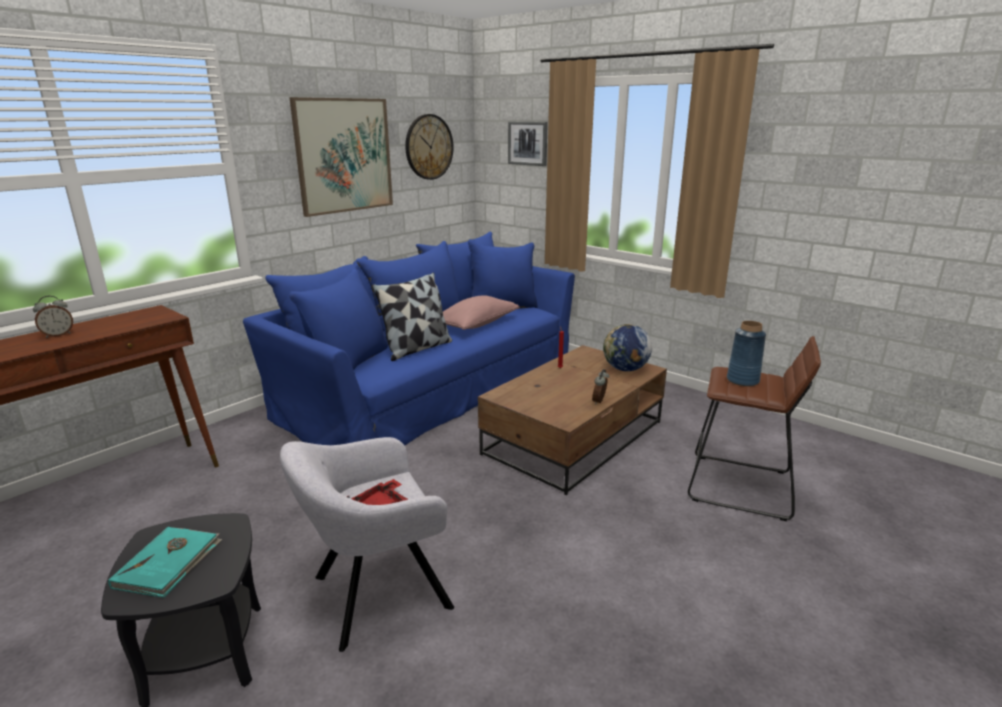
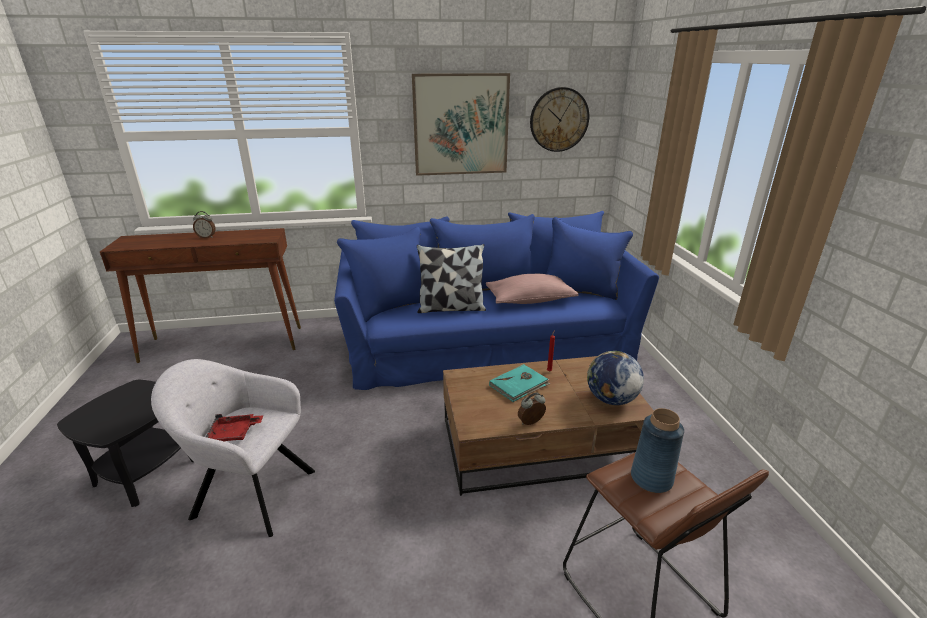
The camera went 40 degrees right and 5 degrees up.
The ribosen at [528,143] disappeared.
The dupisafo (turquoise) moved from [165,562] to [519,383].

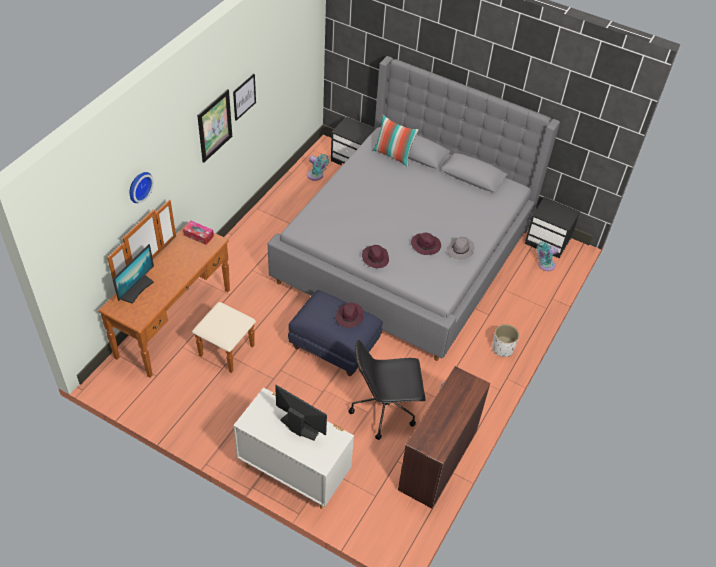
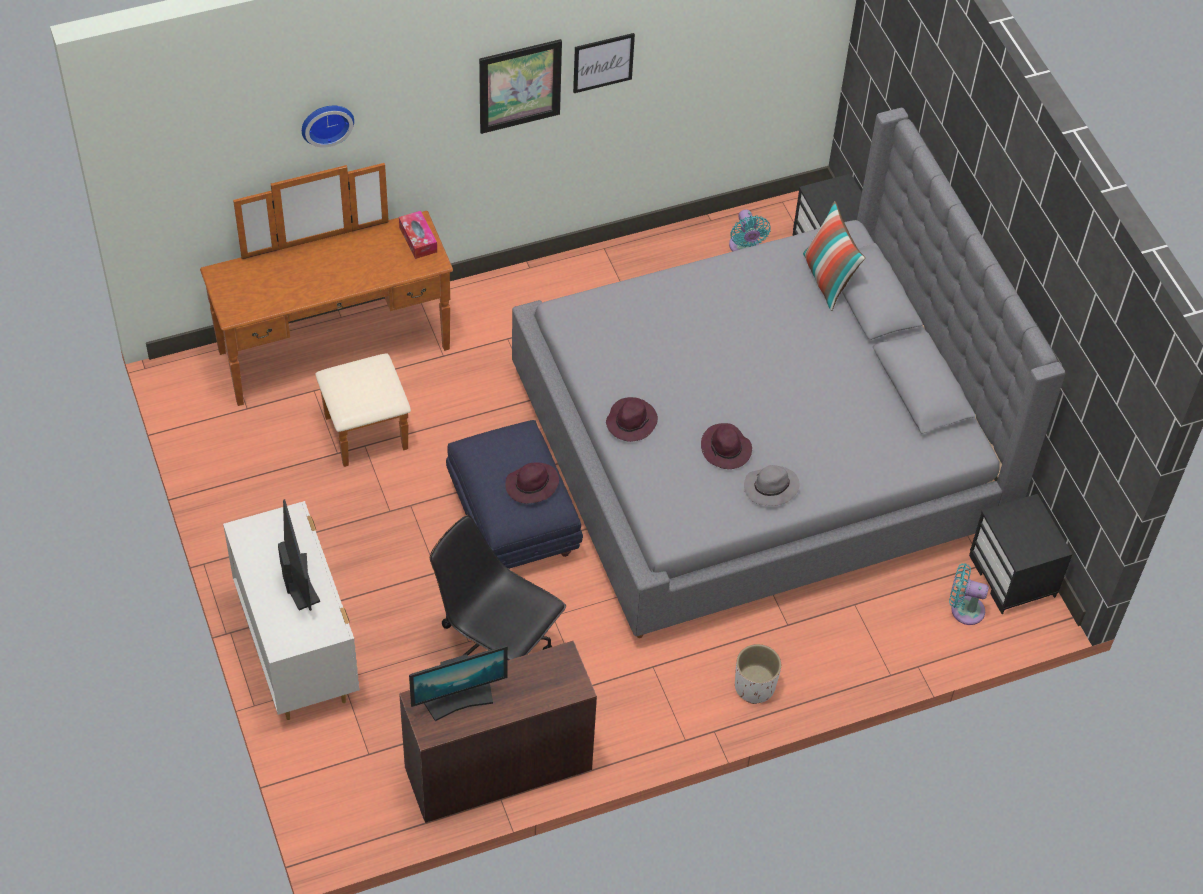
The camera went 40 degrees right and 5 degrees up.
The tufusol moved from [133,274] to [458,683].

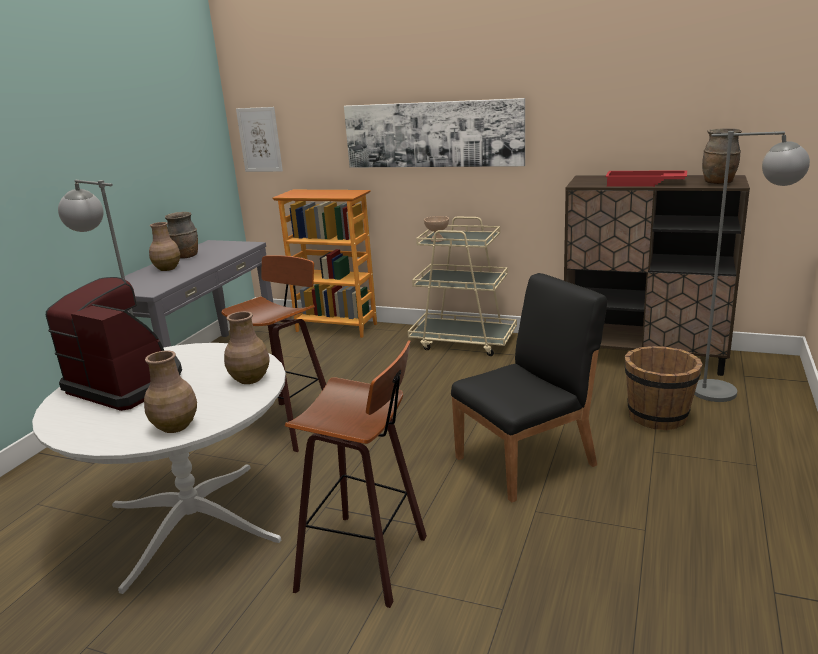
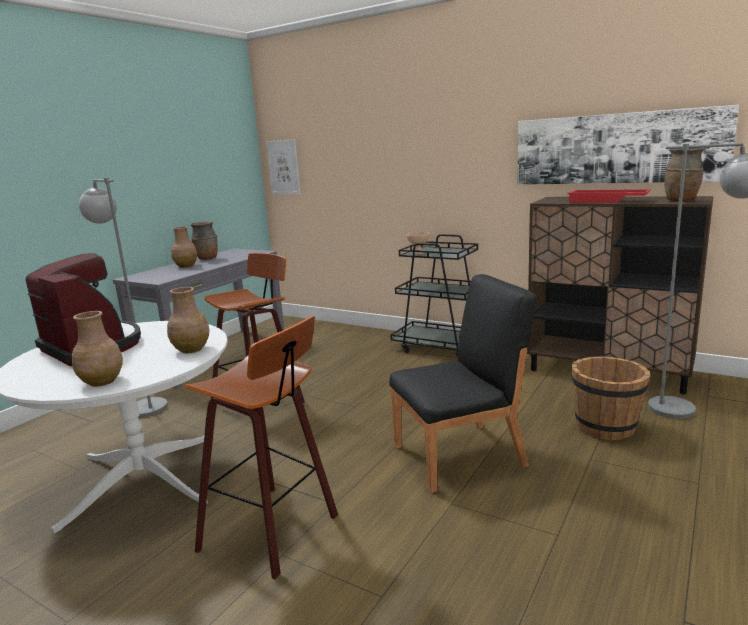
The camera went 10 degrees right and 5 degrees down.
The ribosen moved from [434,132] to [628,145].
The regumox at [324,264] disappeared.
The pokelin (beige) at [462,286] became the pokelin (black) at [434,294].

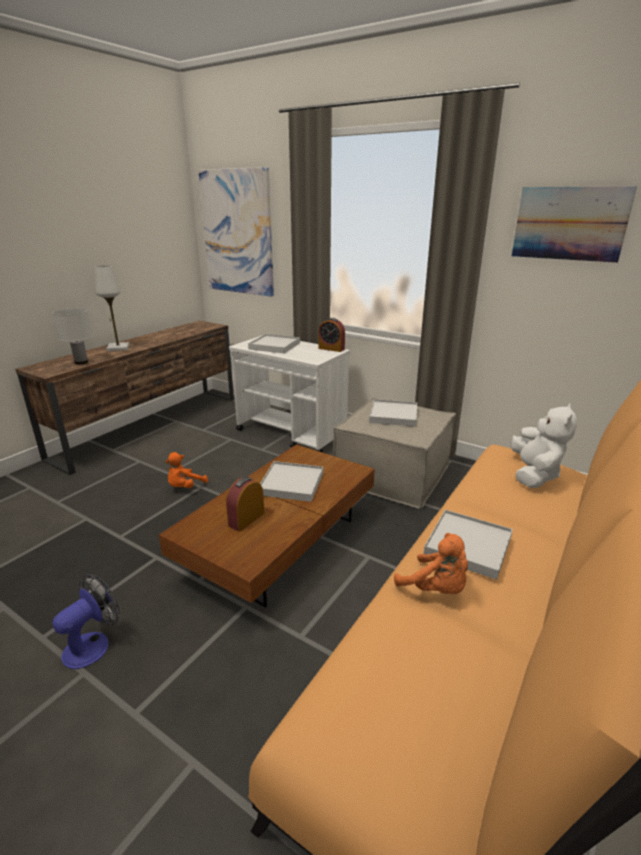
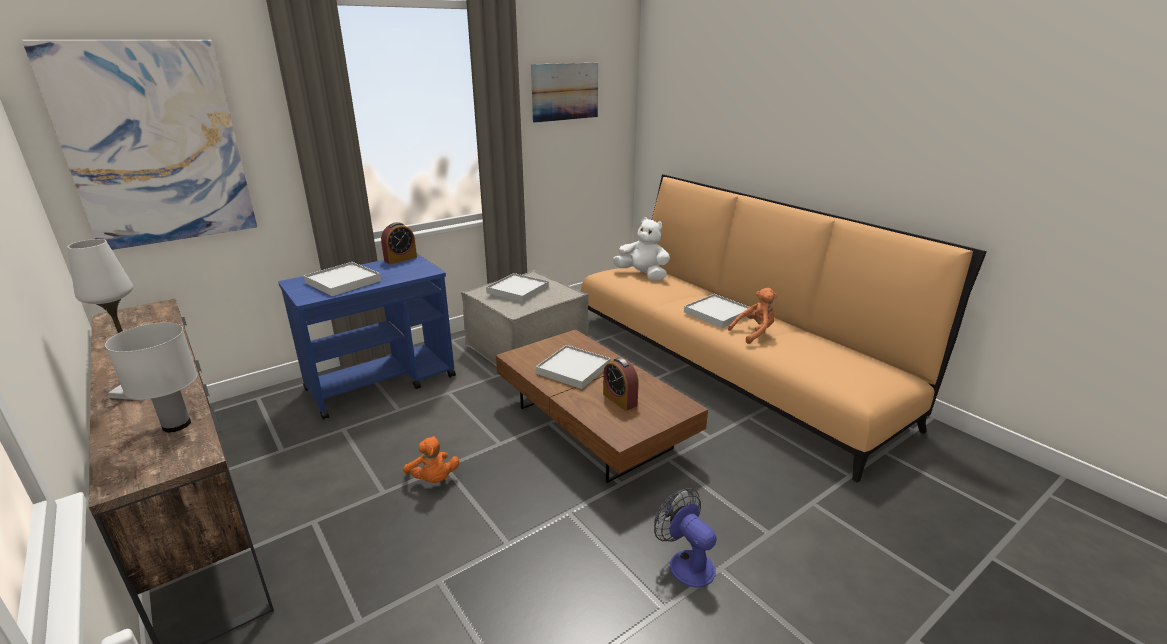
The camera went 70 degrees left and 0 degrees up.
The pokelin (white) at [289,394] became the pokelin (blue) at [367,337].

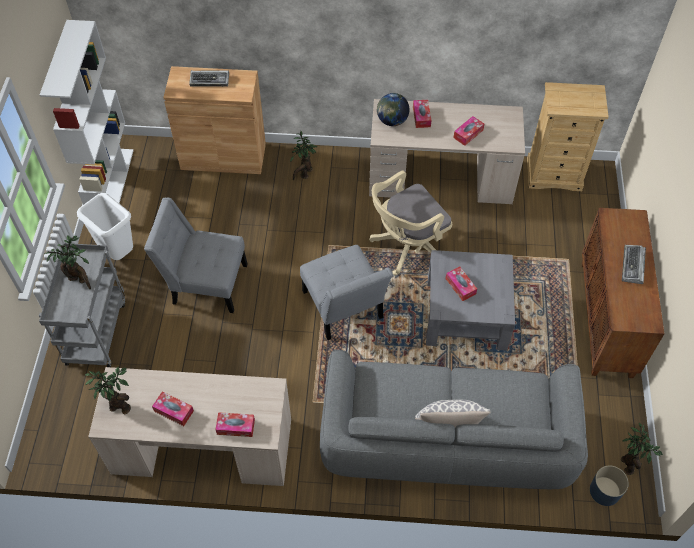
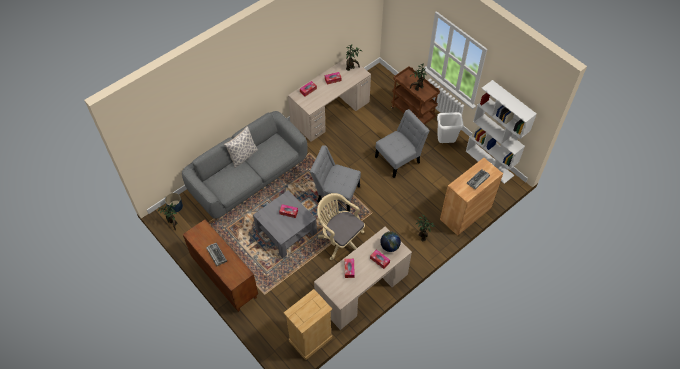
The camera went 135 degrees right and 0 degrees up.
The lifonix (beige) at [410,223] turned 60 degrees counterclockwise.
The pokelin (grey) at [82,305] became the pokelin (brown) at [415,95].

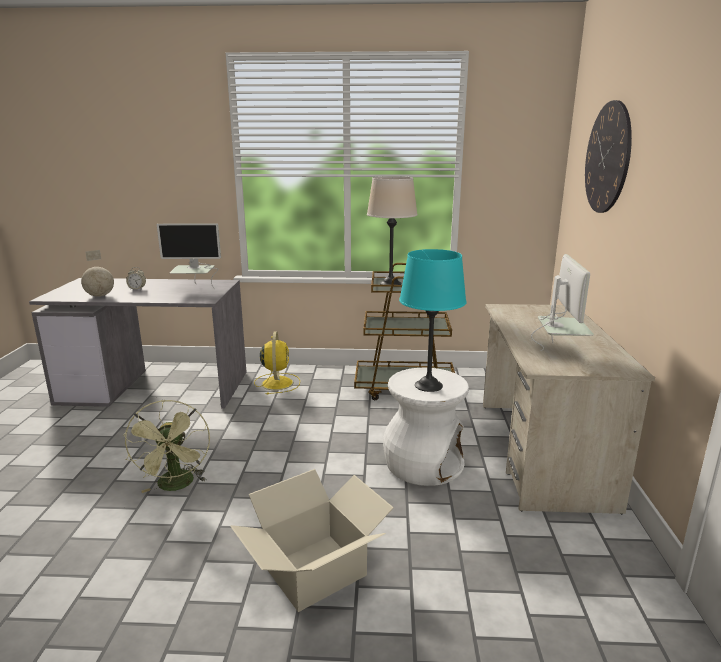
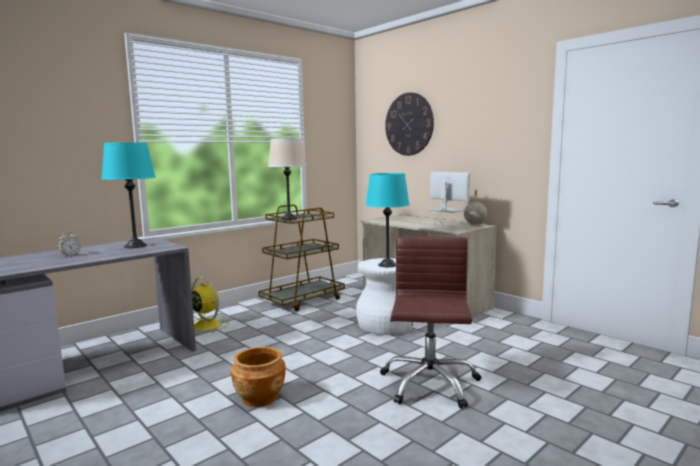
The camera went 45 degrees left and 10 degrees down.
The tufusol at [189,255] was replaced by the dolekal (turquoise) at [129,195].
The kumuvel moved from [97,273] to [475,207].
The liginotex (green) at [166,446] was replaced by the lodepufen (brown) at [258,377].
The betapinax at [312,540] was replaced by the lifonix (brown) at [430,322].

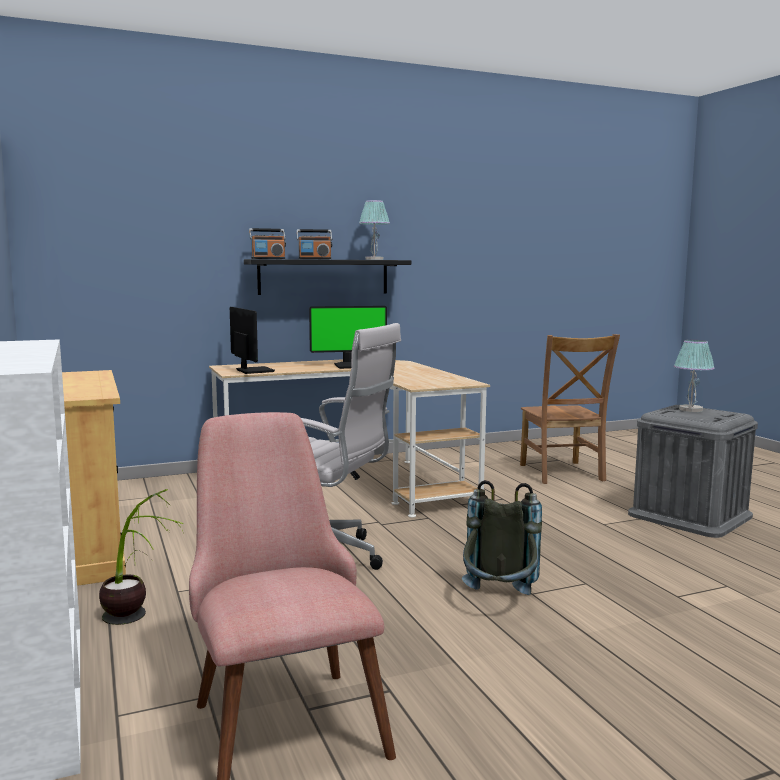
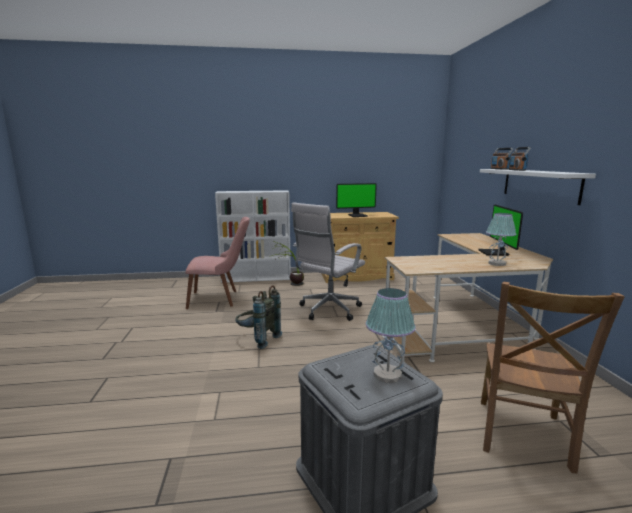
The camera went 105 degrees right and 5 degrees up.
The dolekal moved from [374,230] to [501,239].
The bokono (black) at [327,277] became the bokono (white) at [538,187].
The tufusol moved from [252,340] to [356,200].
The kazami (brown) at [570,409] turned 75 degrees counterclockwise.

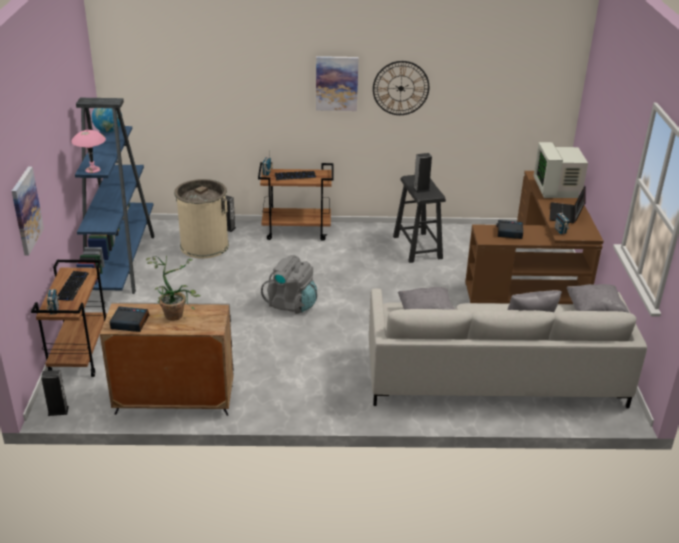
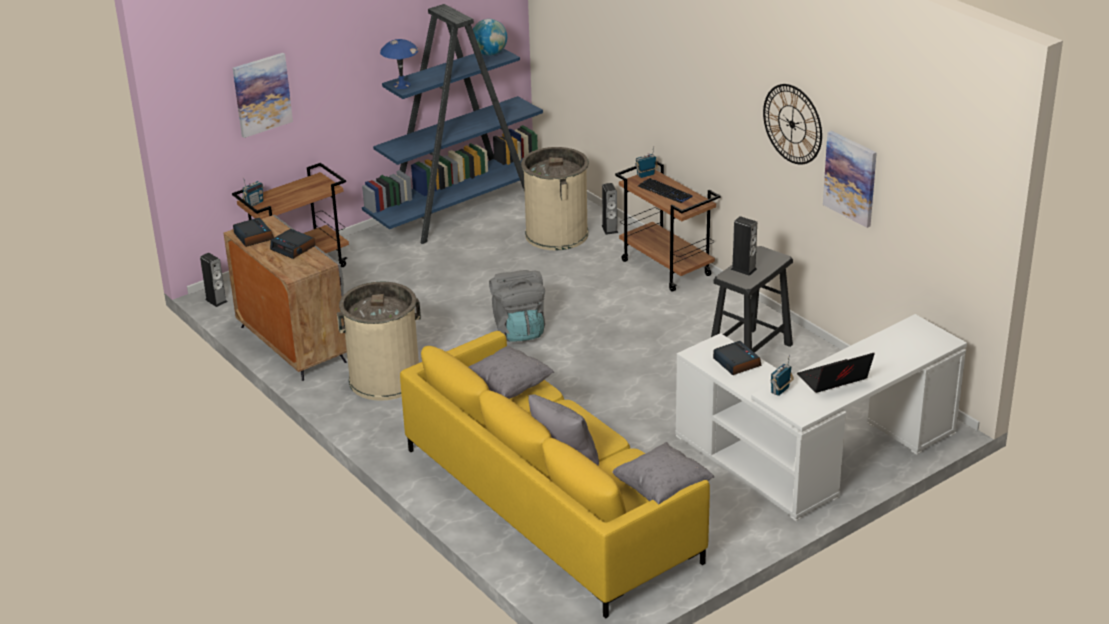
The camera went 55 degrees right and 0 degrees up.
The ribosen moved from [337,83] to [850,179].
The dolekal (pink) at [88,151] became the dolekal (blue) at [399,64].
The tufusol at [561,170] disappeared.
The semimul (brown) at [534,237] became the semimul (white) at [821,417].
The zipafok at [173,288] was replaced by the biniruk at [292,244].
The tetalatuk at [73,286] disappeared.
The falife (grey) at [508,348] became the falife (yellow) at [555,475].
The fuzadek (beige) at [379,341] appeared.

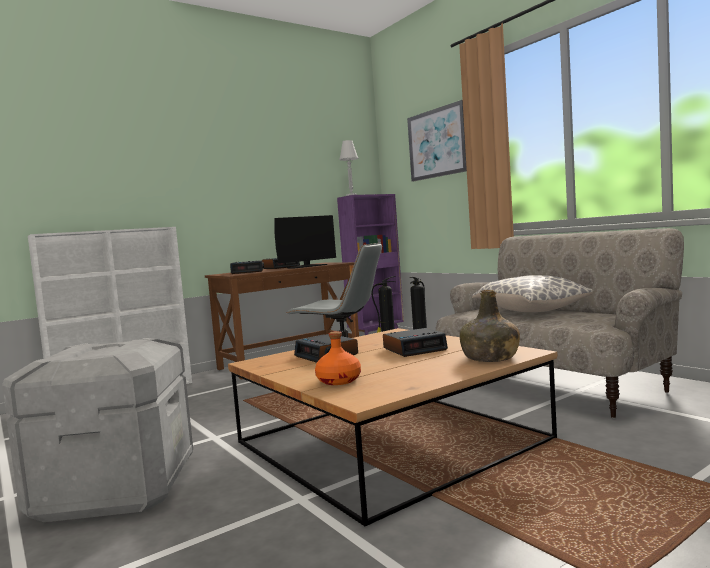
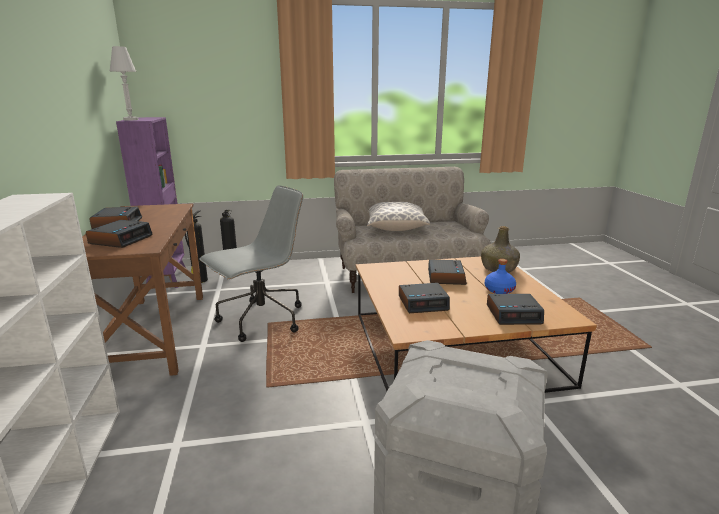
The camera went 65 degrees left and 15 degrees up.
The ribosen at [437,140] disappeared.
The tufusol at [305,241] disappeared.
The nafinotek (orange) at [338,358] was replaced by the biniruk at [515,309].
The nafinotek (blue) at [500,276] appeared.

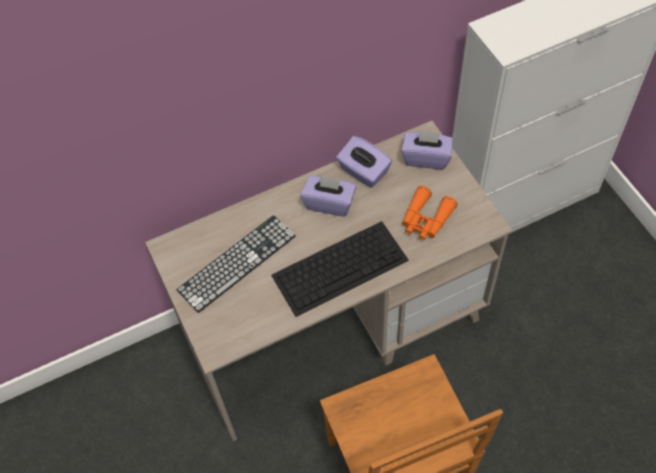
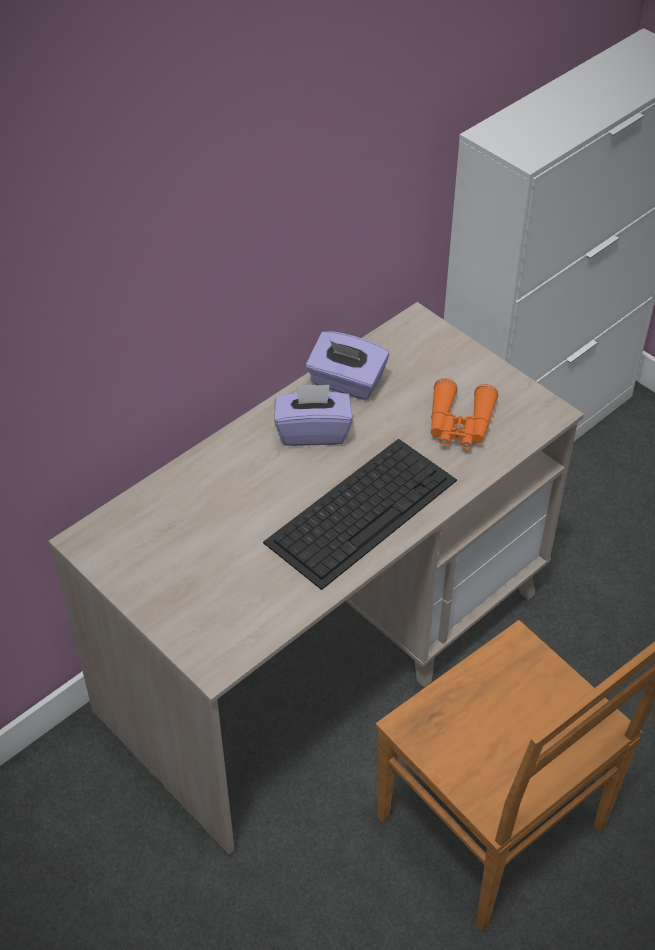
The camera went 20 degrees left and 10 degrees down.
The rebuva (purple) at [427,149] disappeared.
The tetalatuk at [236,264] disappeared.

